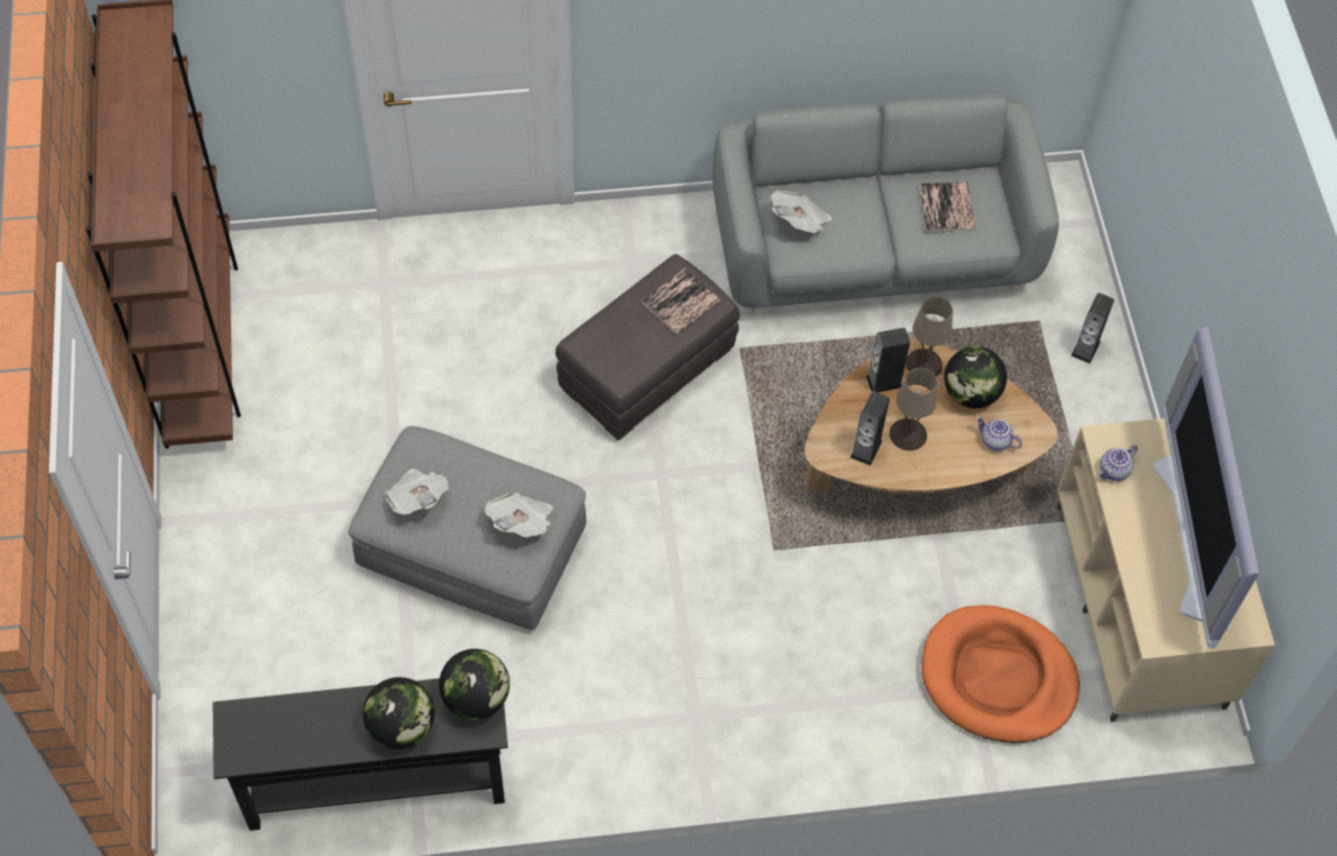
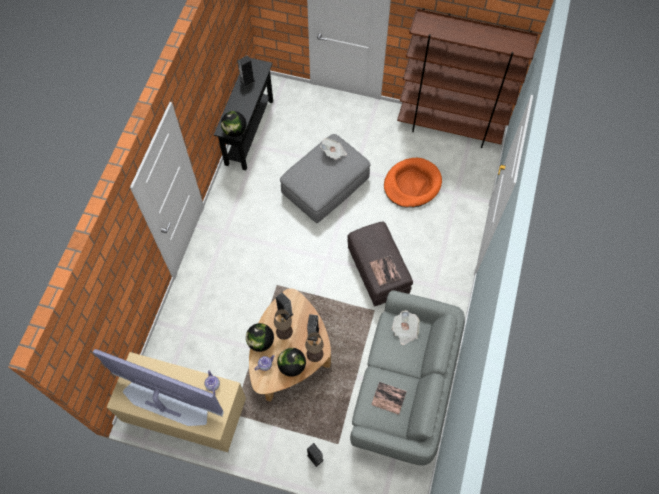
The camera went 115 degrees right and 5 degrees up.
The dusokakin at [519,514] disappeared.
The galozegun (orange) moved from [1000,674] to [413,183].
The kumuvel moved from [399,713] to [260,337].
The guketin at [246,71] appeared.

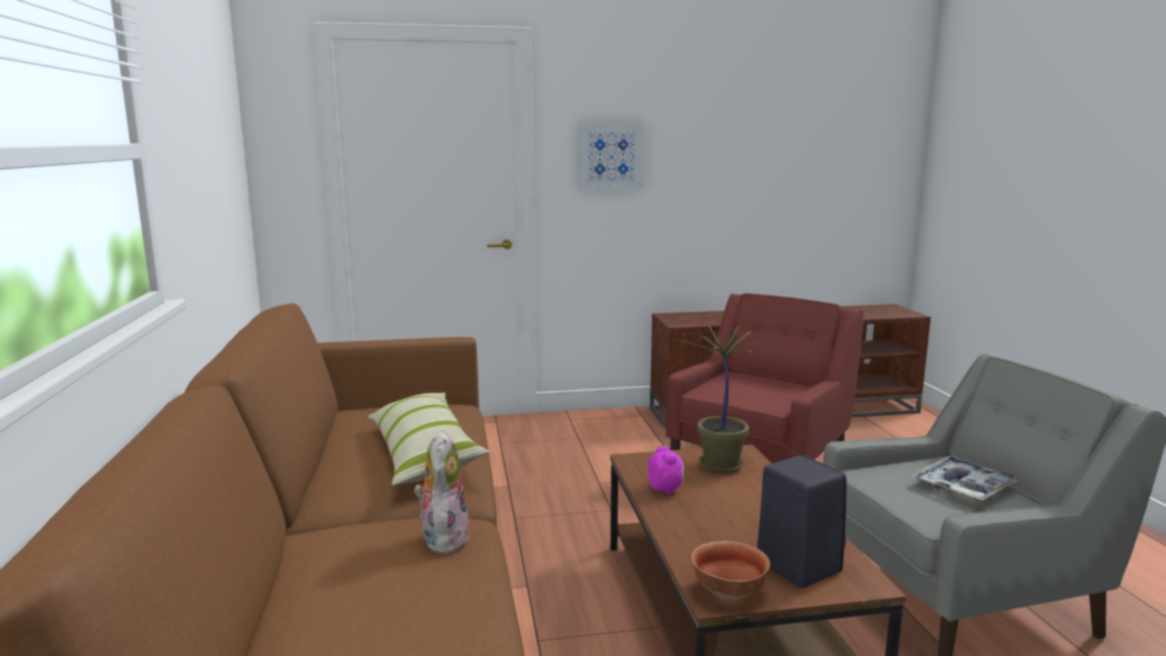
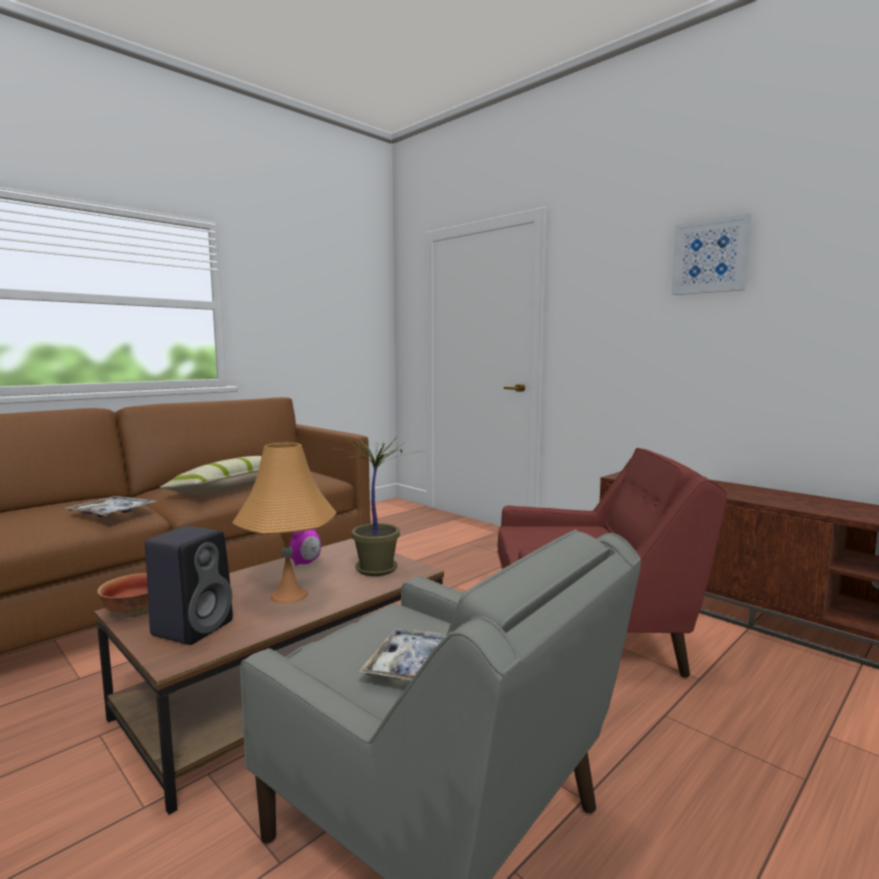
The camera went 55 degrees right and 5 degrees down.
The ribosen moved from [611,156] to [711,254].
The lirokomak at [441,491] was replaced by the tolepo at [111,506].
The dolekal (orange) at [284,523] appeared.

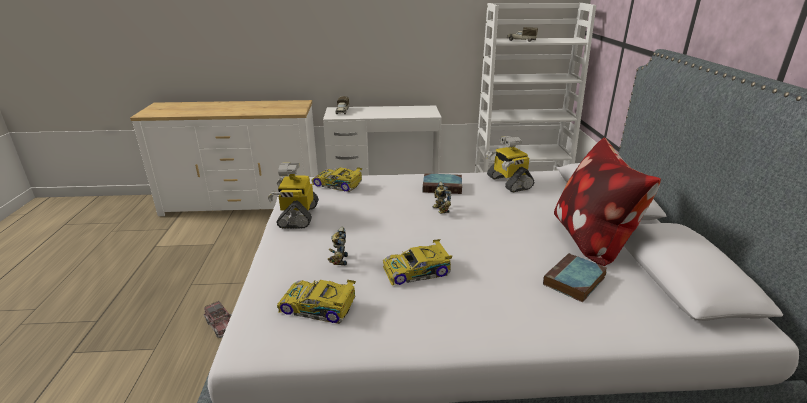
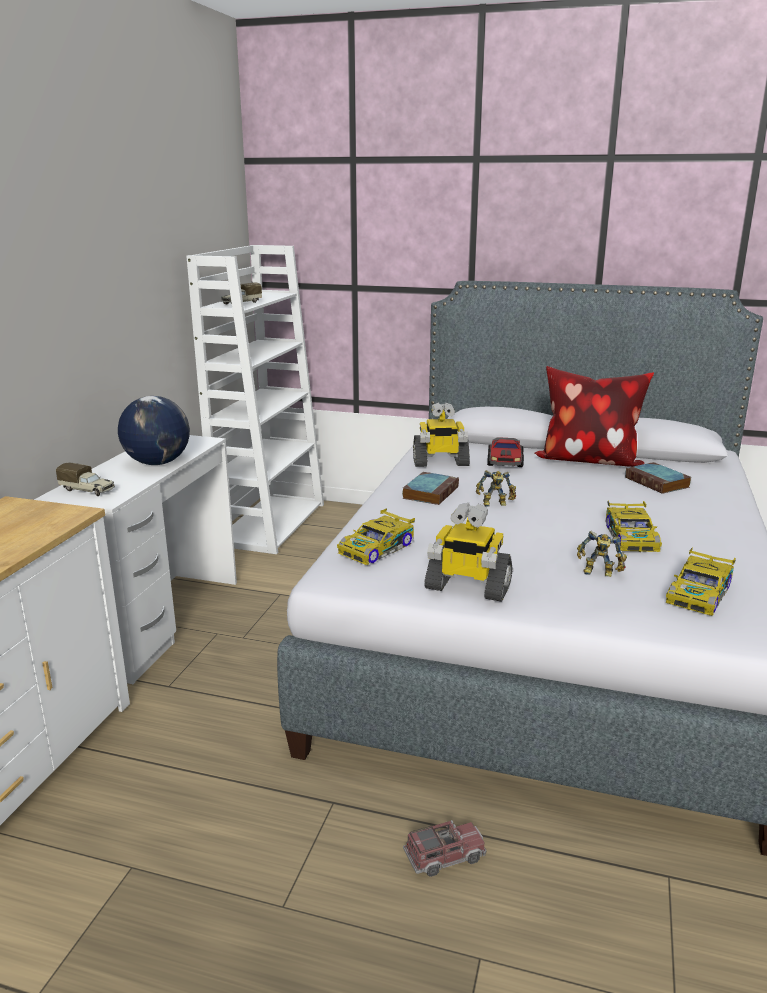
The camera went 70 degrees left and 5 degrees down.
The kumuvel at [154,430] appeared.
The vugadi at [505,452] appeared.

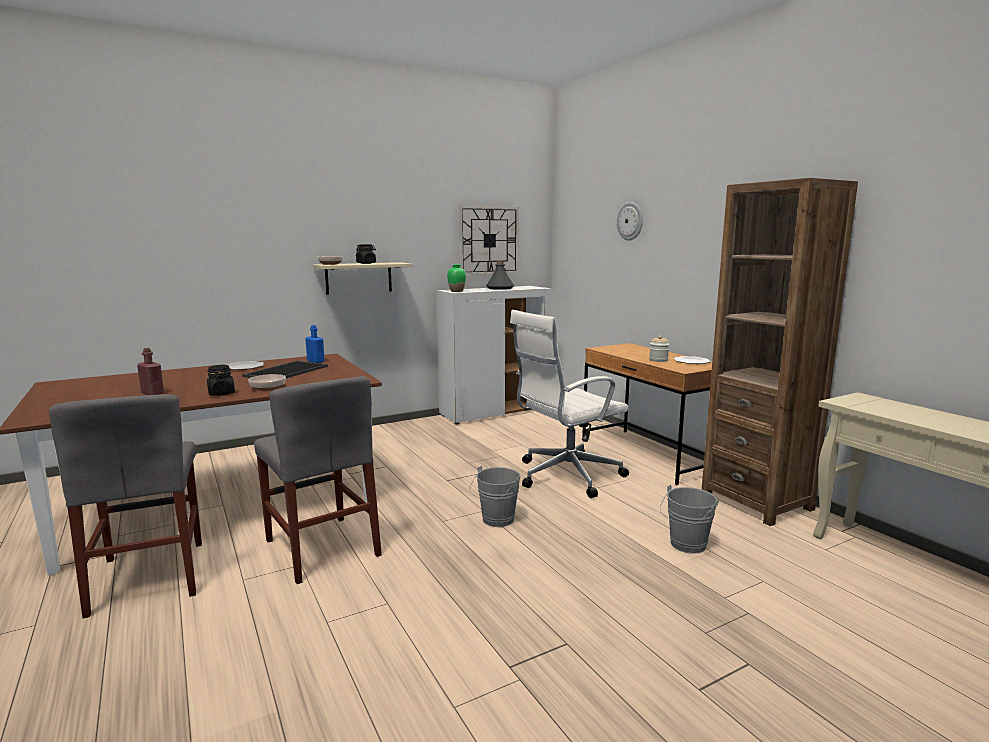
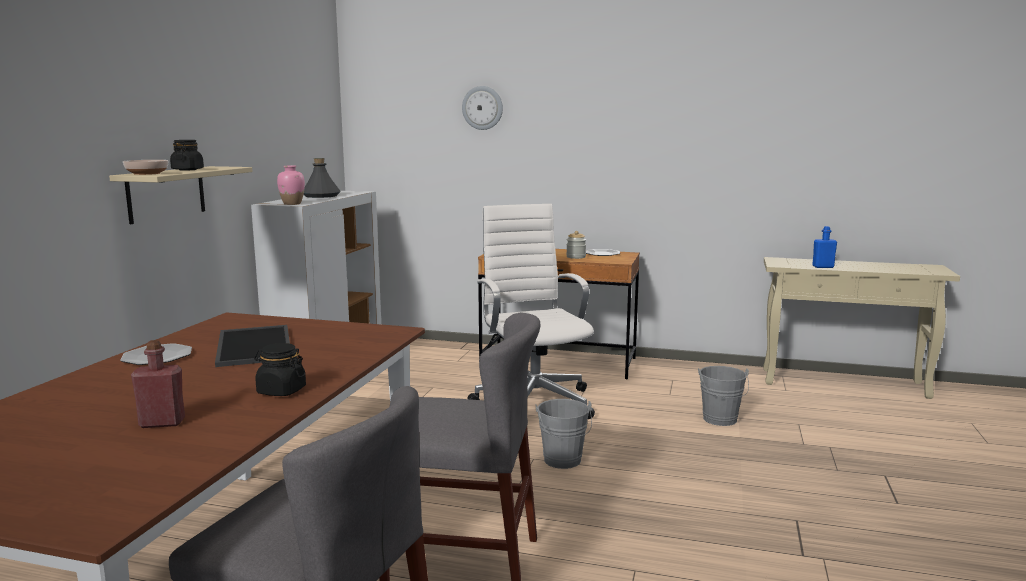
The camera went 45 degrees left and 0 degrees up.
The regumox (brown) at [780,352] disappeared.
The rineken at [489,240] disappeared.
The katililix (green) at [456,278] became the katililix (pink) at [291,185].
The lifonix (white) at [569,404] turned 150 degrees clockwise.
The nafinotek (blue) moved from [315,344] to [824,247].
The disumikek at [267,382] disappeared.

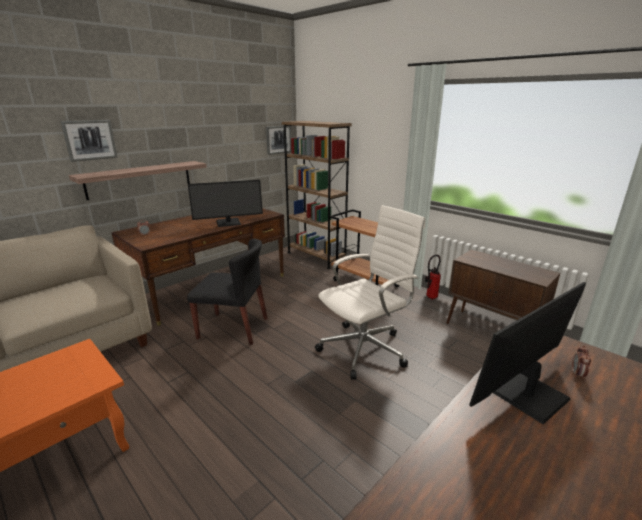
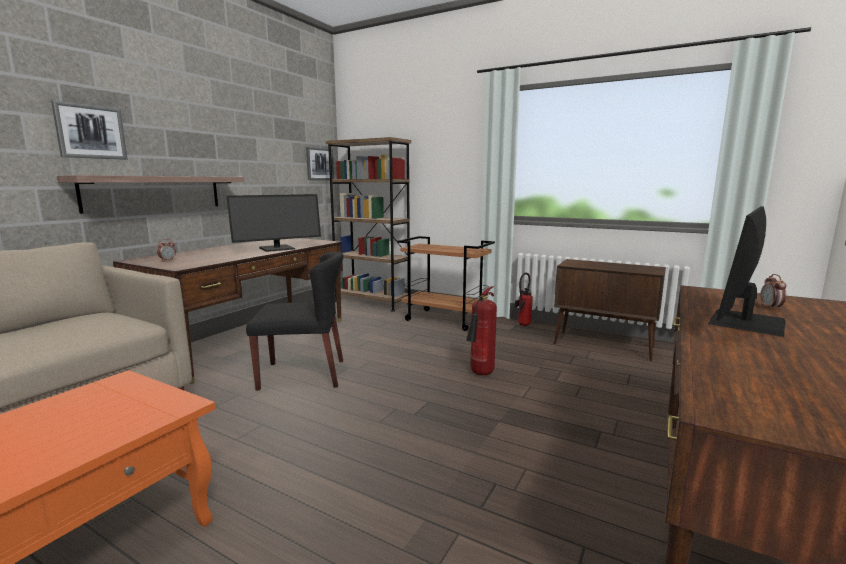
The camera went 15 degrees left and 10 degrees down.
The lifonix (white) at [370,292] was replaced by the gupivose at [481,330].

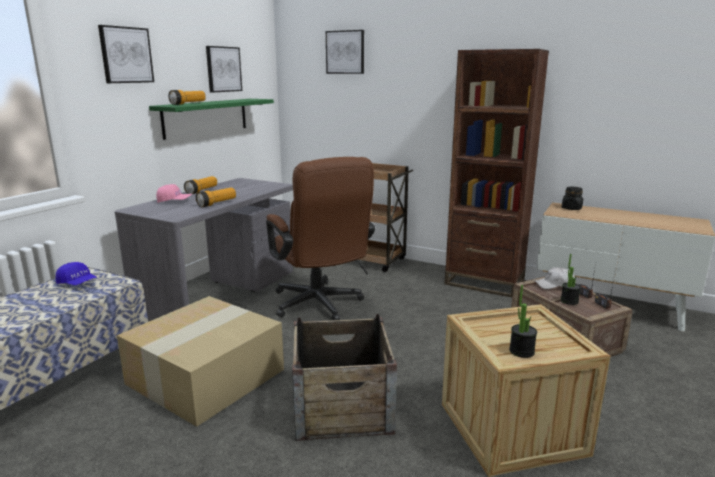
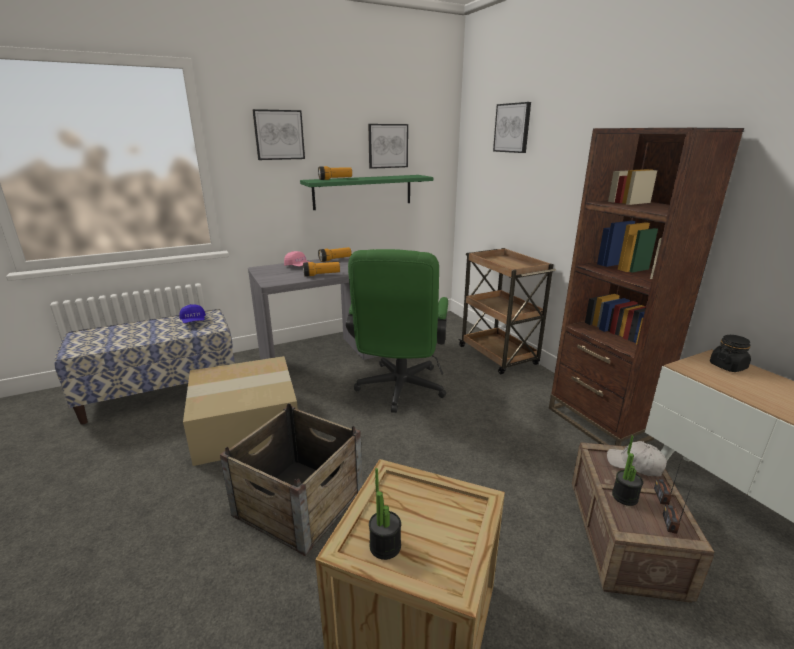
The camera went 35 degrees right and 5 degrees up.
The lifonix (brown) at [320,238] became the lifonix (green) at [397,331].

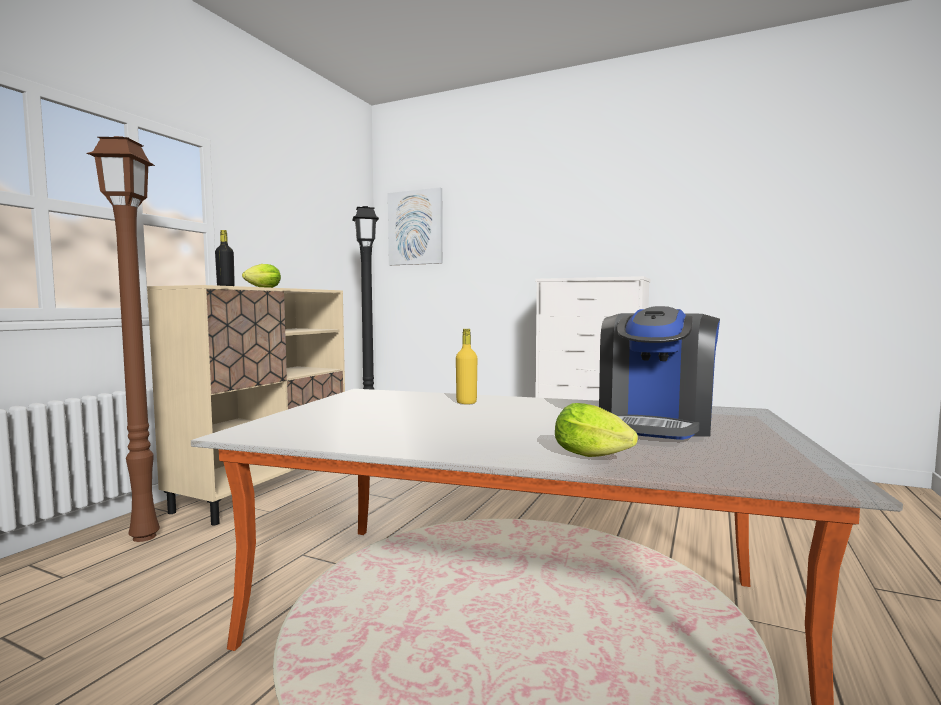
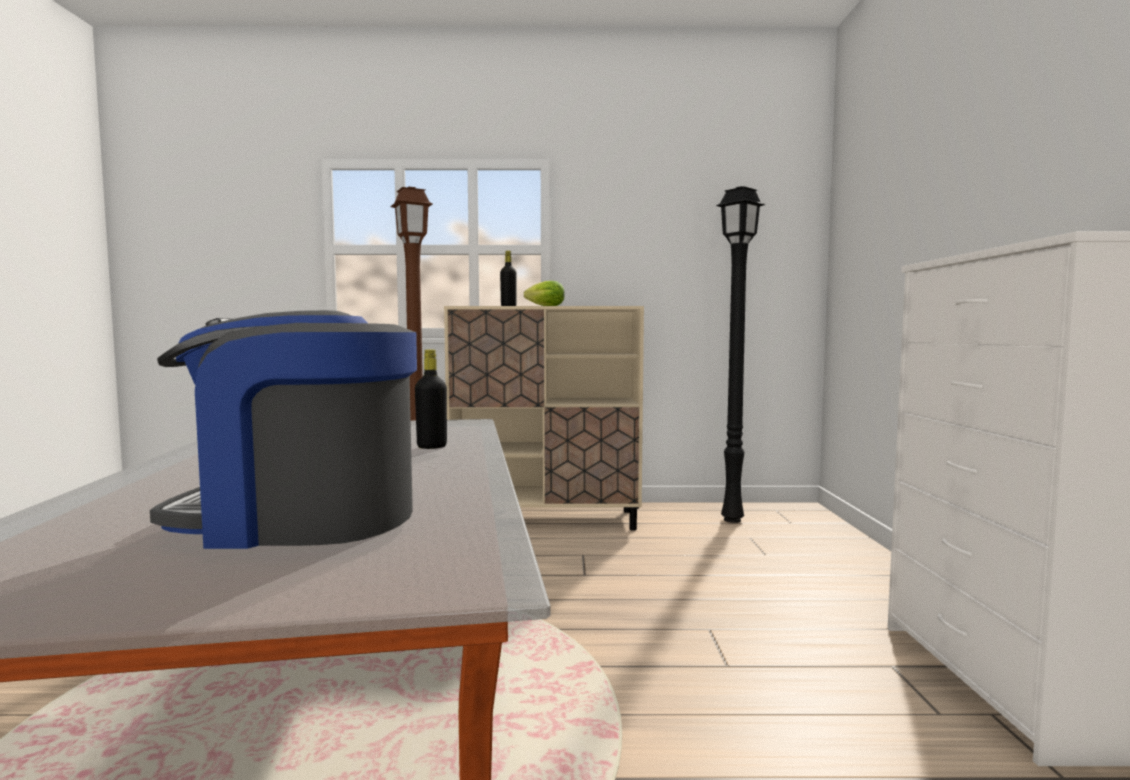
The camera went 65 degrees right and 0 degrees up.
The ribosen at [415,226] disappeared.
The nafinotek (yellow) at [466,366] became the nafinotek (black) at [431,399].
The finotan at [596,430] disappeared.

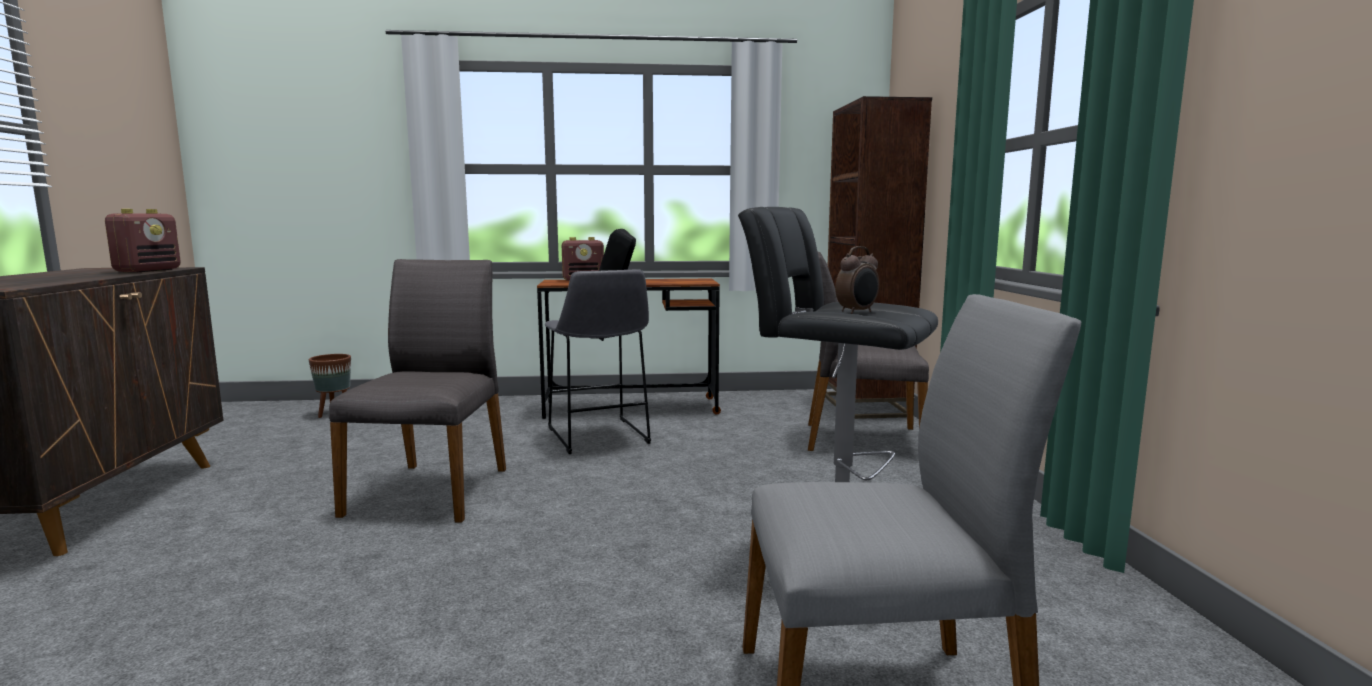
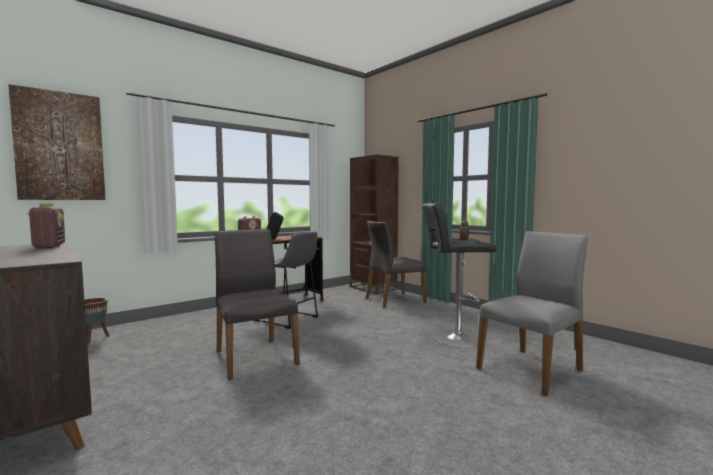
The camera went 35 degrees left and 5 degrees down.
The ribosen at [57,142] appeared.

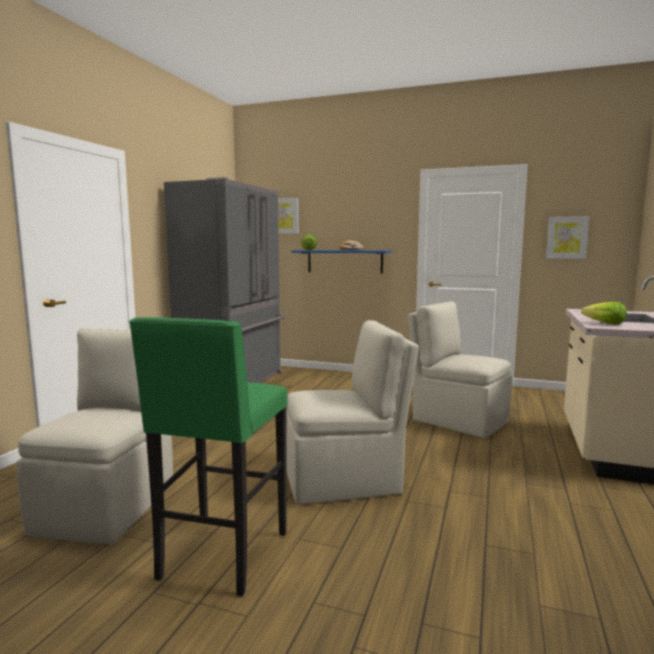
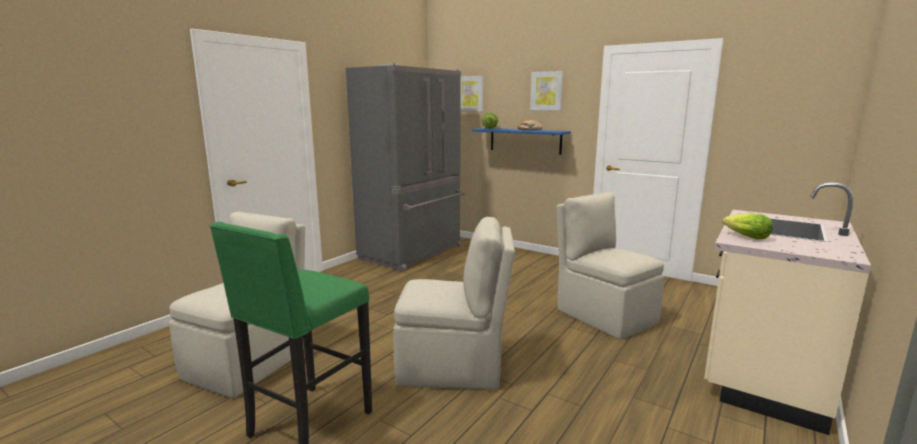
The camera went 15 degrees right and 5 degrees up.
The ribosen moved from [567,237] to [546,90].

